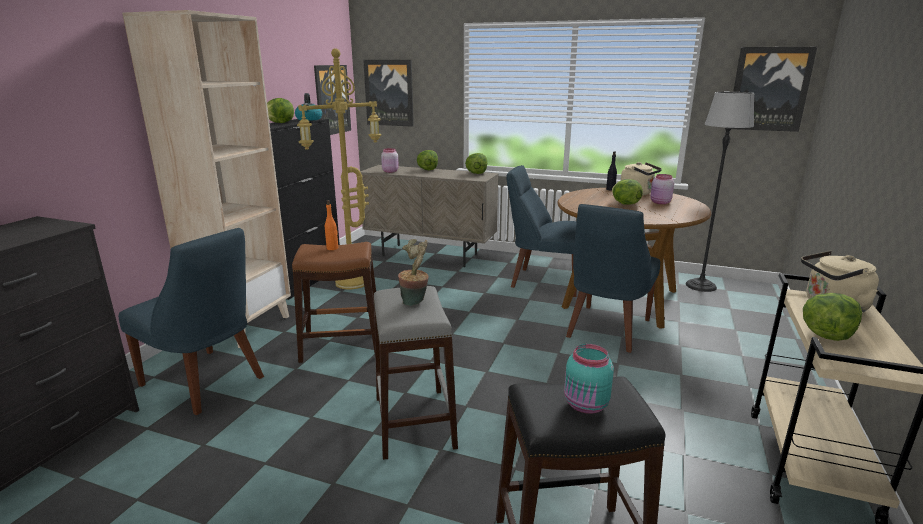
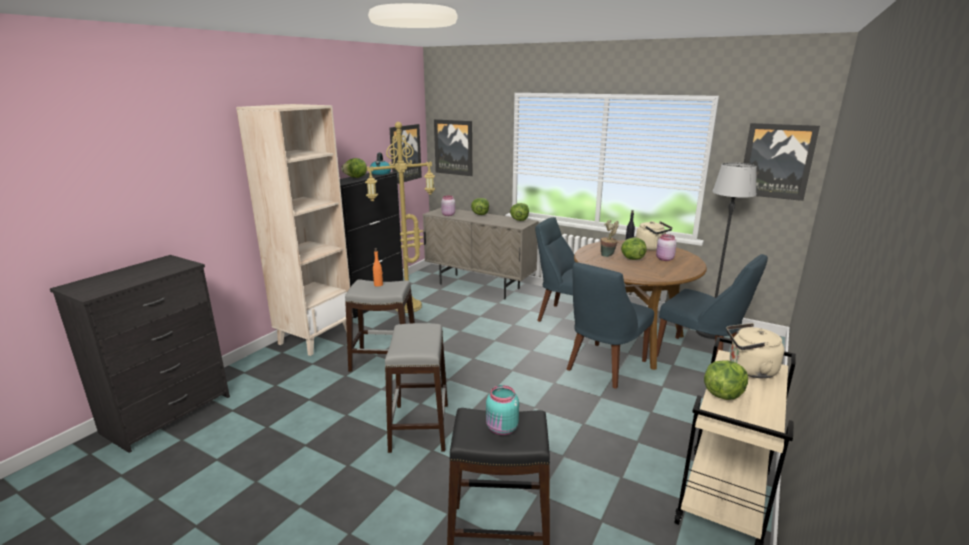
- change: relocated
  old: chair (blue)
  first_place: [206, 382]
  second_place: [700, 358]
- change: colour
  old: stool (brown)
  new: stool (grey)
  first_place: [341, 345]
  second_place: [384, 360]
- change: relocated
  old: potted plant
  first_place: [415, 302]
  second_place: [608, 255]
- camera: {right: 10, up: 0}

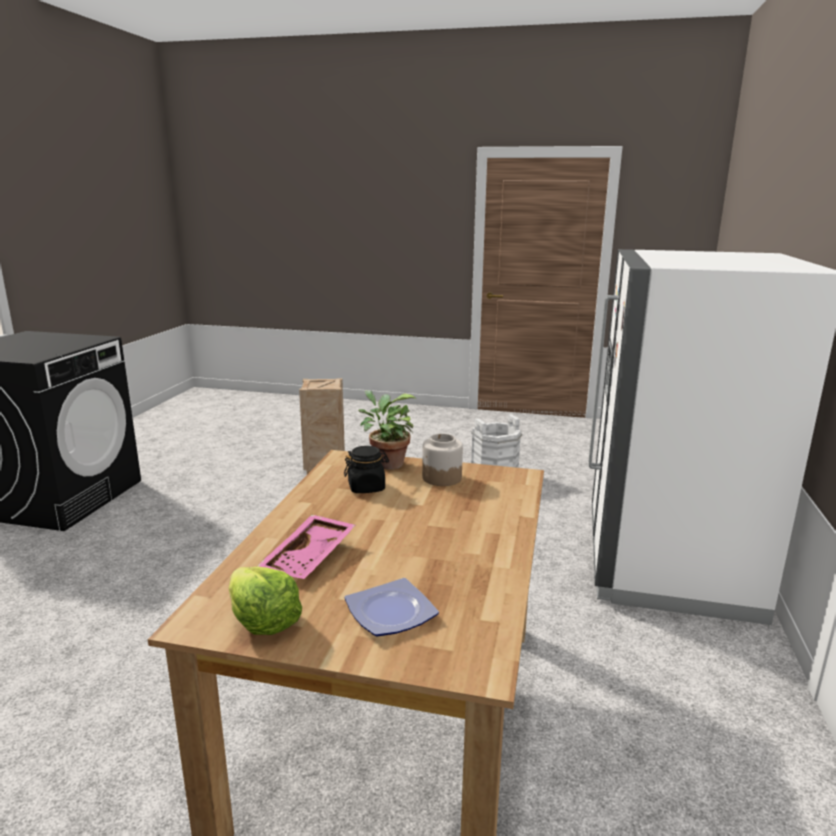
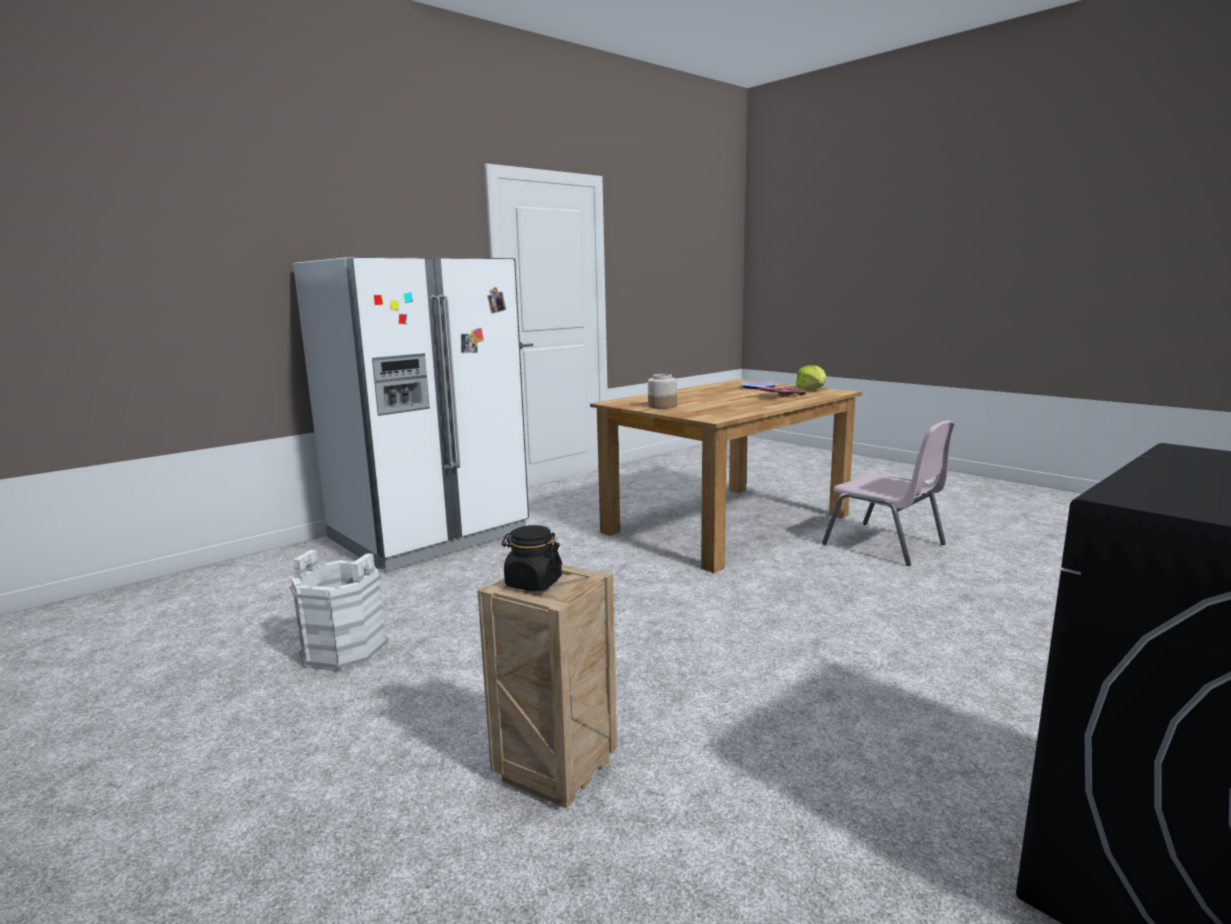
- change: relocated
  old: jar (black)
  first_place: [366, 487]
  second_place: [533, 583]
- change: missing
  old: potted plant
  first_place: [386, 463]
- change: appeared
  new: chair (pink)
  second_place: [885, 544]
- camera: {right: -145, up: -5}

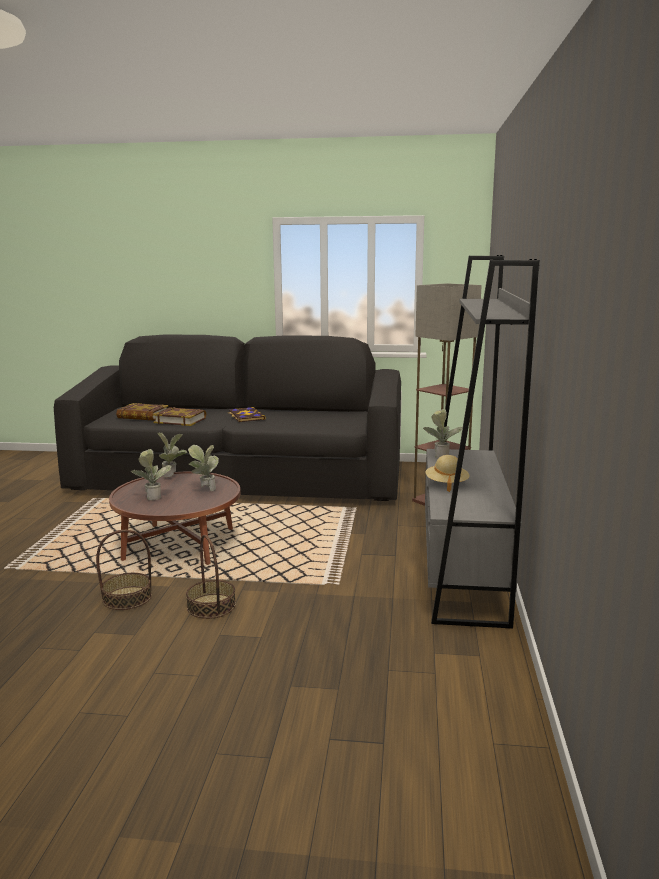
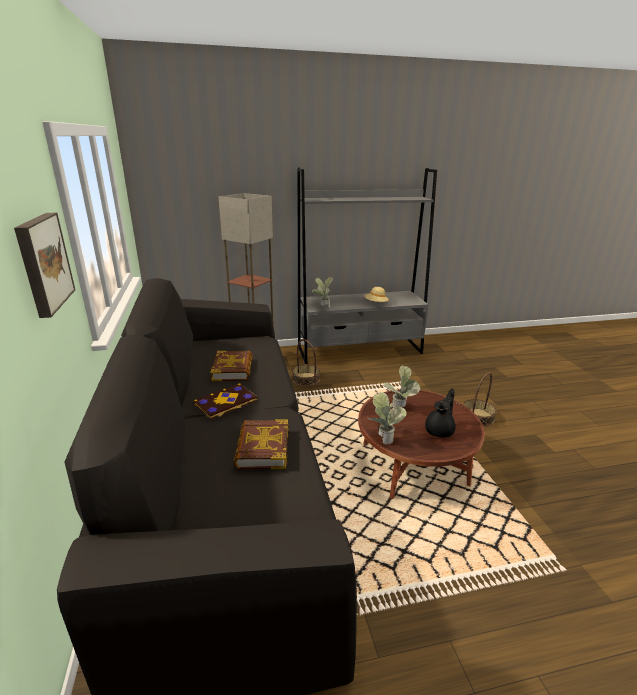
- change: relocated
  old: basket
  first_place: [127, 598]
  second_place: [306, 379]
- change: relocated
  old: book
  first_place: [143, 416]
  second_place: [233, 369]
- change: exchanged
  old: potted plant
  new: teapot (black)
  first_place: [152, 496]
  second_place: [440, 430]
- change: appeared
  new: picture
  second_place: [42, 263]
- camera: {right: -110, up: 10}

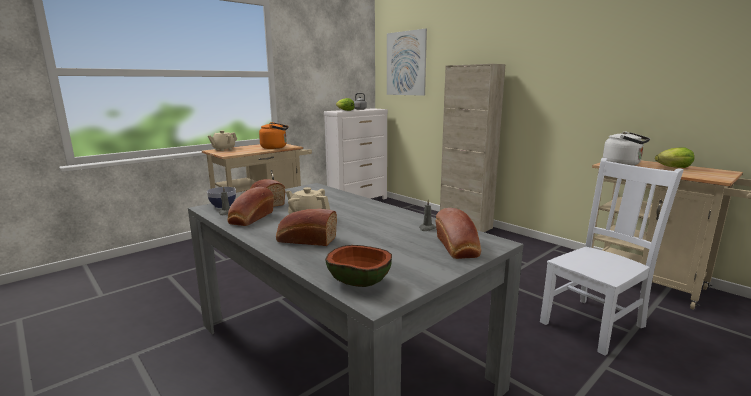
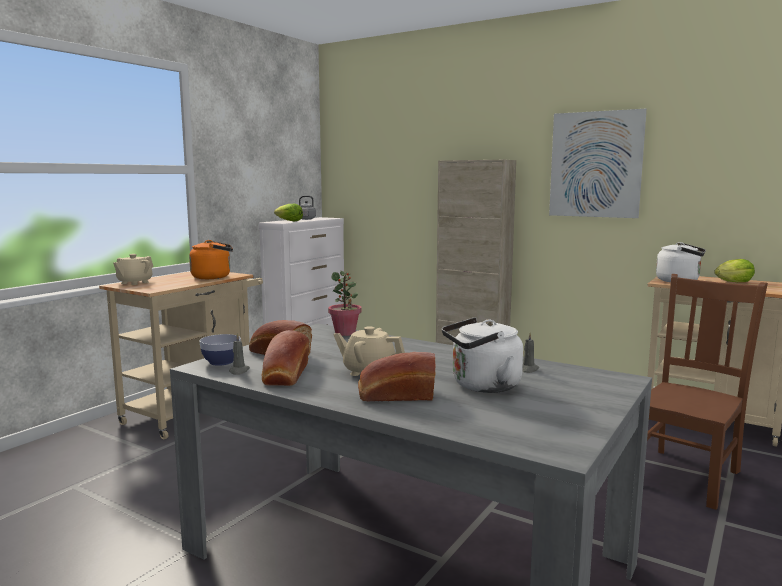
- change: missing
  old: bowl
  first_place: [358, 282]
- change: relocated
  old: picture
  first_place: [406, 63]
  second_place: [595, 164]
- change: missing
  old: bread
  first_place: [457, 248]
- change: colour
  old: chair (white)
  new: chair (brown)
  first_place: [594, 323]
  second_place: [686, 475]
- change: appeared
  new: potted plant
  second_place: [345, 333]
- change: appeared
  new: kettle (white)
  second_place: [482, 386]
- camera: {right: -15, up: -5}

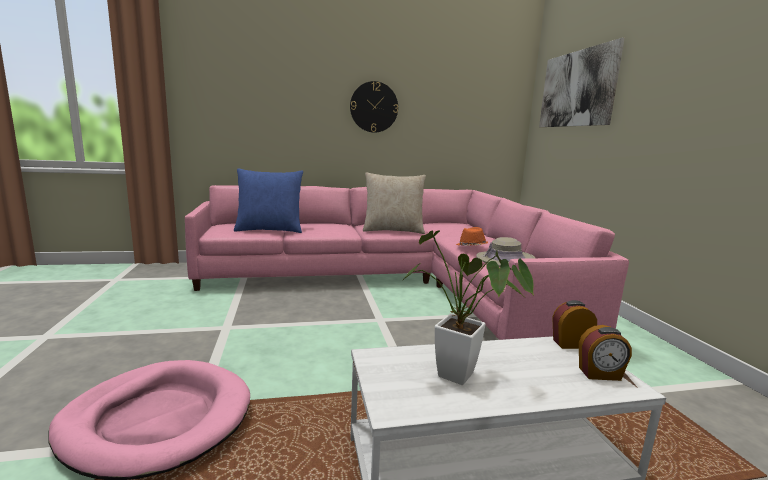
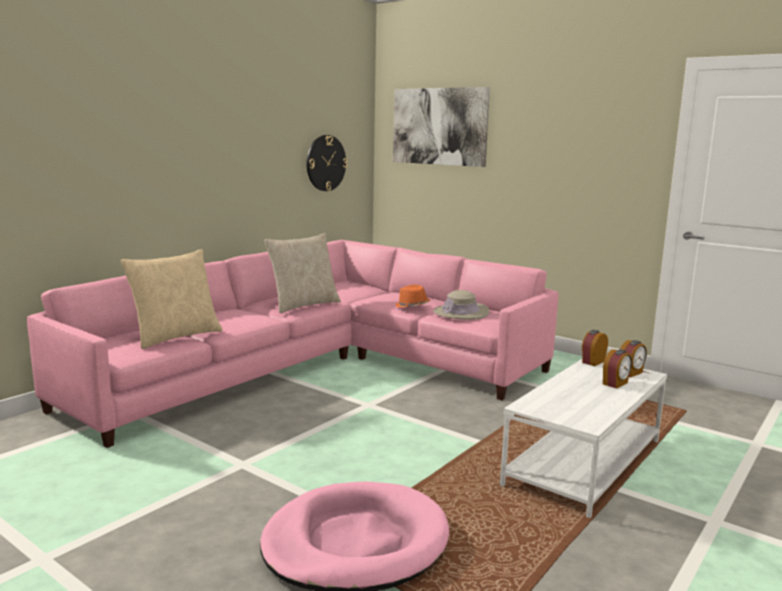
- change: colour
  old: pillow (blue)
  new: pillow (beige)
  first_place: [269, 230]
  second_place: [175, 336]
- change: relocated
  old: wall clock
  first_place: [374, 107]
  second_place: [325, 163]
- change: missing
  old: potted plant
  first_place: [463, 378]
- change: appeared
  new: alarm clock
  second_place: [615, 384]
- camera: {right: -40, up: 0}

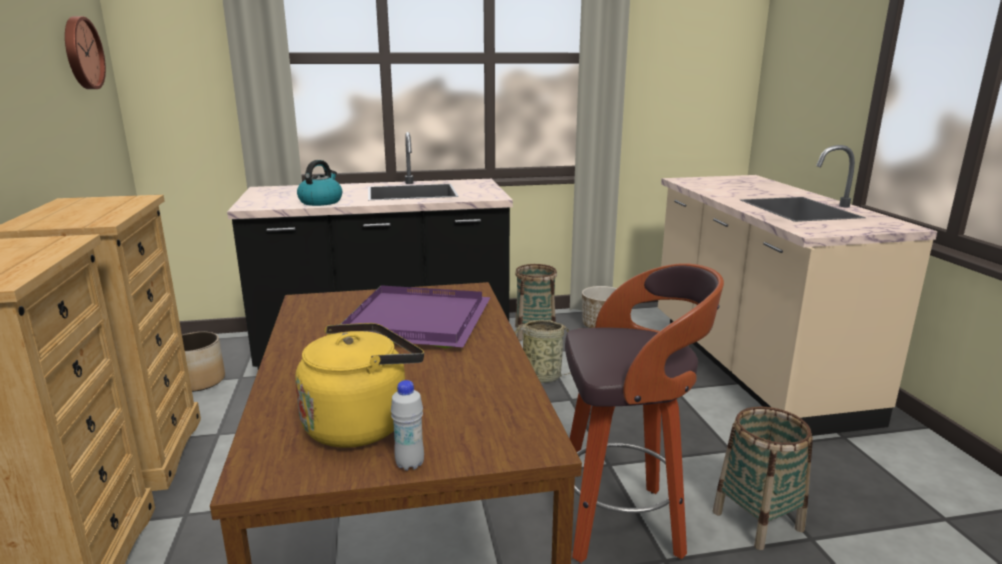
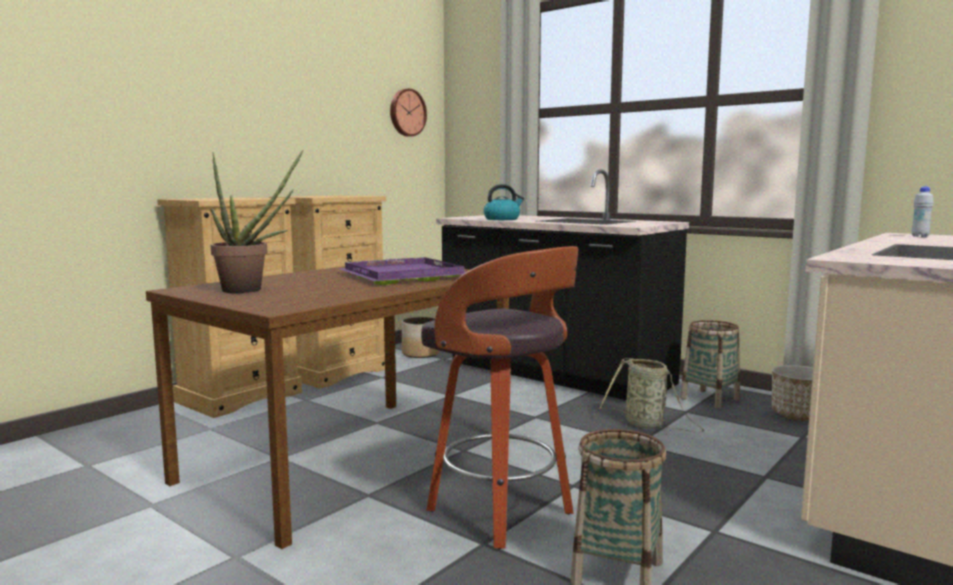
- change: exchanged
  old: kettle (yellow)
  new: potted plant
  first_place: [361, 423]
  second_place: [251, 290]
- change: relocated
  old: bottle (white)
  first_place: [409, 464]
  second_place: [920, 236]
- camera: {right: 50, up: -10}

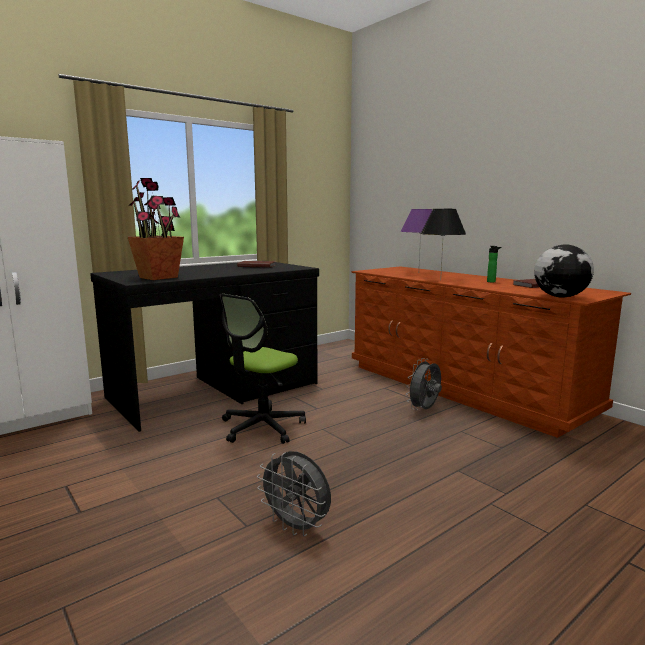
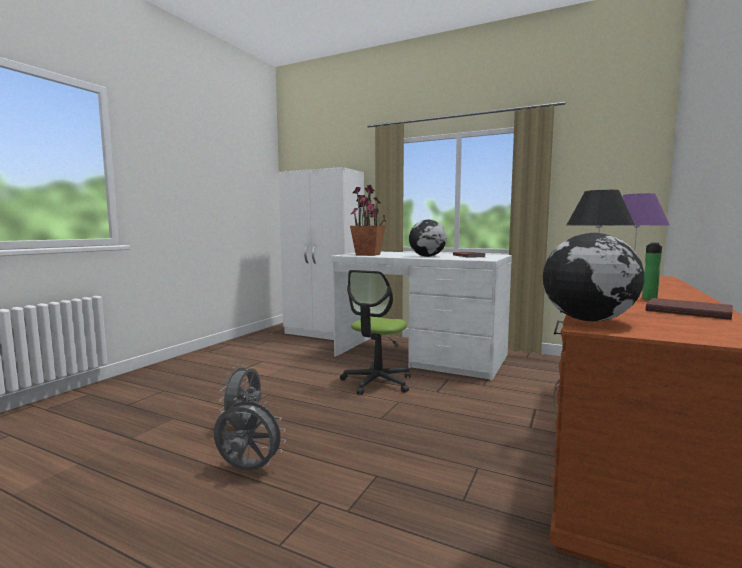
- change: colour
  old: desk (black)
  new: desk (white)
  first_place: [216, 391]
  second_place: [421, 356]
- change: spun
  old: office chair
  first_place: [262, 427]
  second_place: [377, 382]
  degrees: -75
- change: relocated
  old: fan (grey)
  first_place: [424, 410]
  second_place: [248, 470]
- change: appeared
  new: globe
  second_place: [427, 256]
- camera: {right: 65, up: -5}

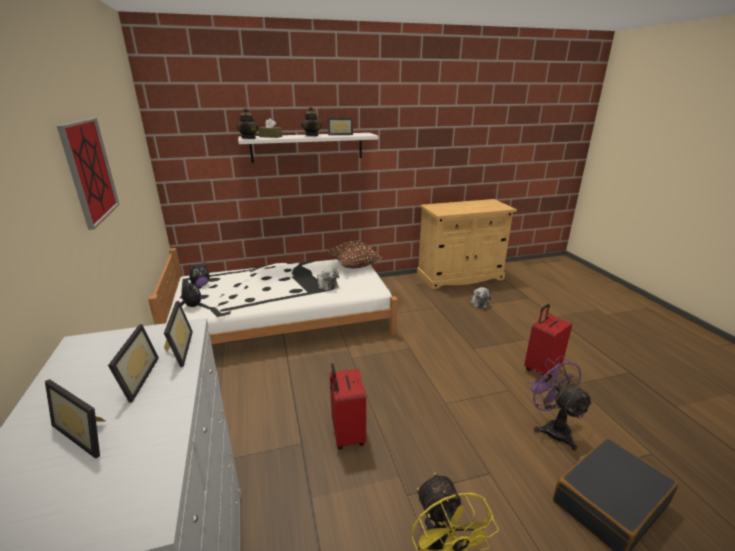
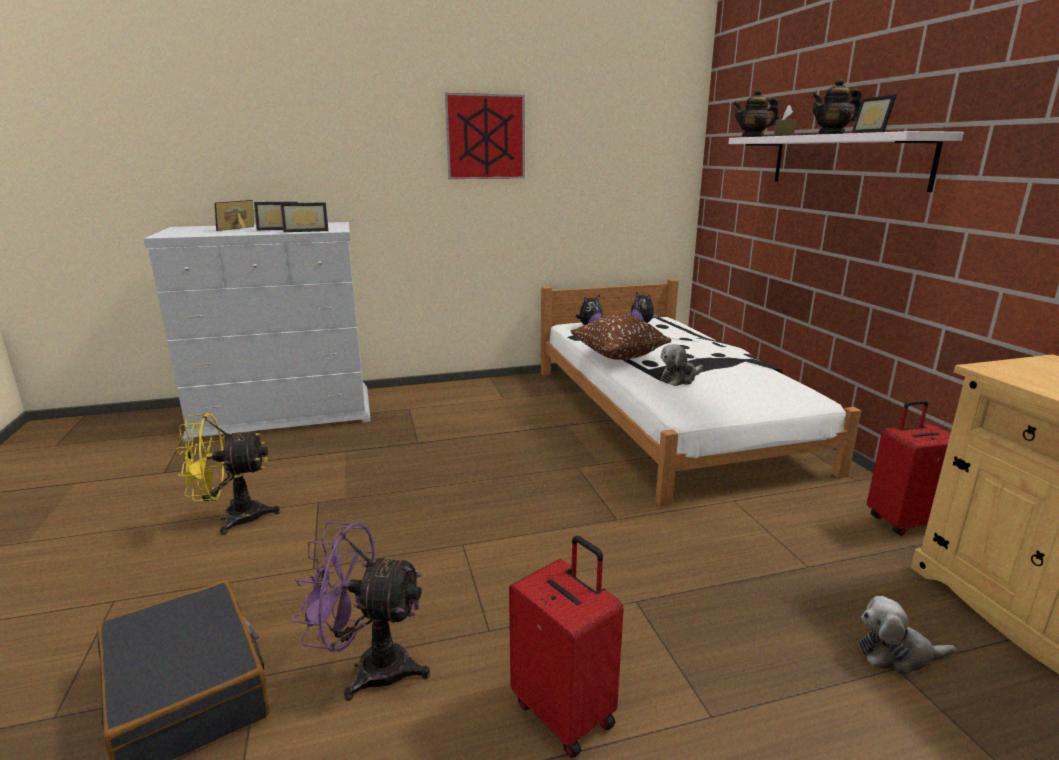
- change: relocated
  old: pillow (brown)
  first_place: [354, 265]
  second_place: [618, 355]
- change: relocated
  old: suitcase (red)
  first_place: [347, 435]
  second_place: [903, 522]
- change: spun
  old: fan (purple)
  first_place: [552, 428]
  second_place: [370, 668]
  degrees: -150
- camera: {right: 90, up: -5}

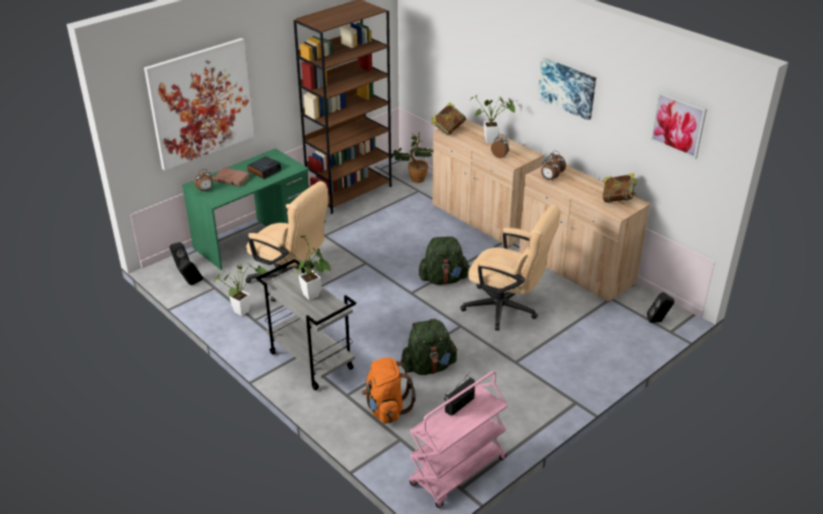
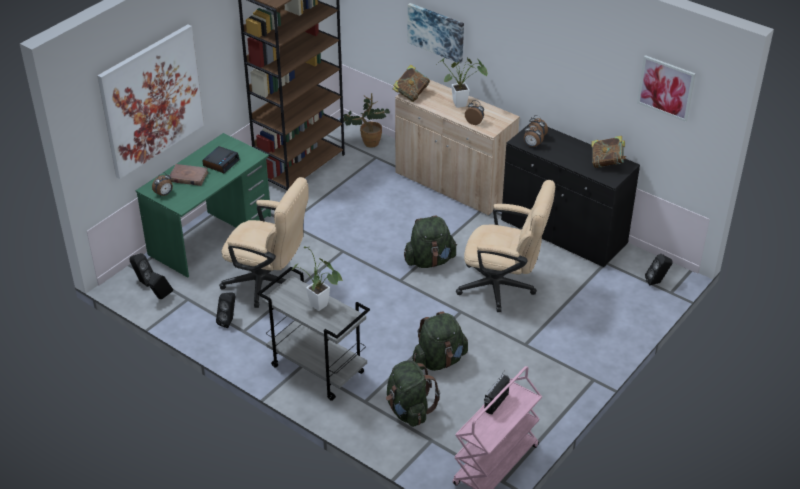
- change: exchanged
  old: potted plant
  new: speaker (black)
  first_place: [244, 310]
  second_place: [229, 321]
- change: colour
  old: backpack (orange)
  new: backpack (green)
  first_place: [386, 409]
  second_place: [409, 410]
- change: colour
  old: cabinet (beige)
  new: cabinet (black)
  first_place: [575, 269]
  second_place: [563, 233]
- change: relocated
  old: picture
  first_place: [567, 87]
  second_place: [436, 32]
- camera: {right: -10, up: 5}

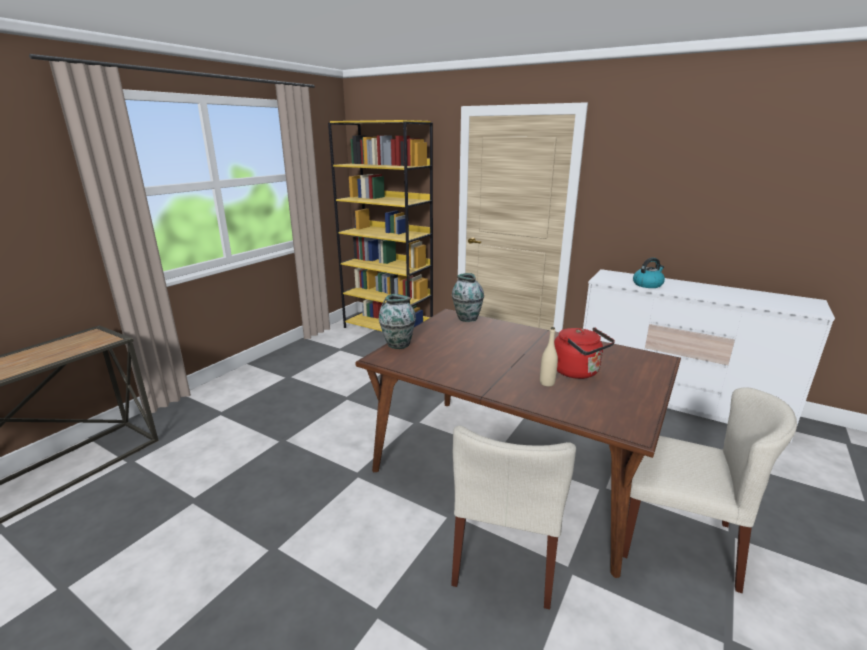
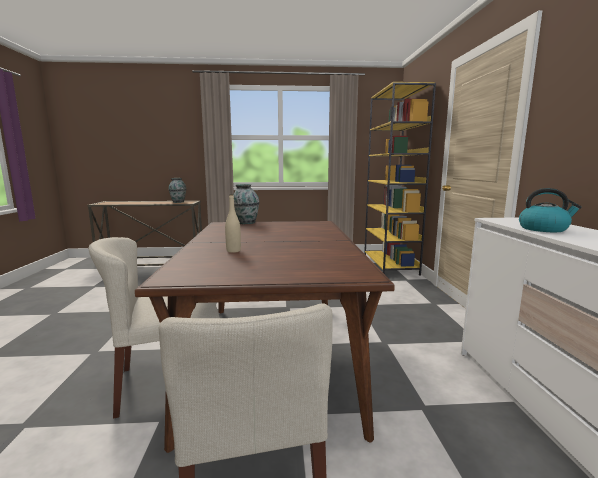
- change: relocated
  old: vase
  first_place: [467, 318]
  second_place: [178, 202]
- change: missing
  old: kettle (red)
  first_place: [578, 372]
- camera: {right: 55, up: -10}

